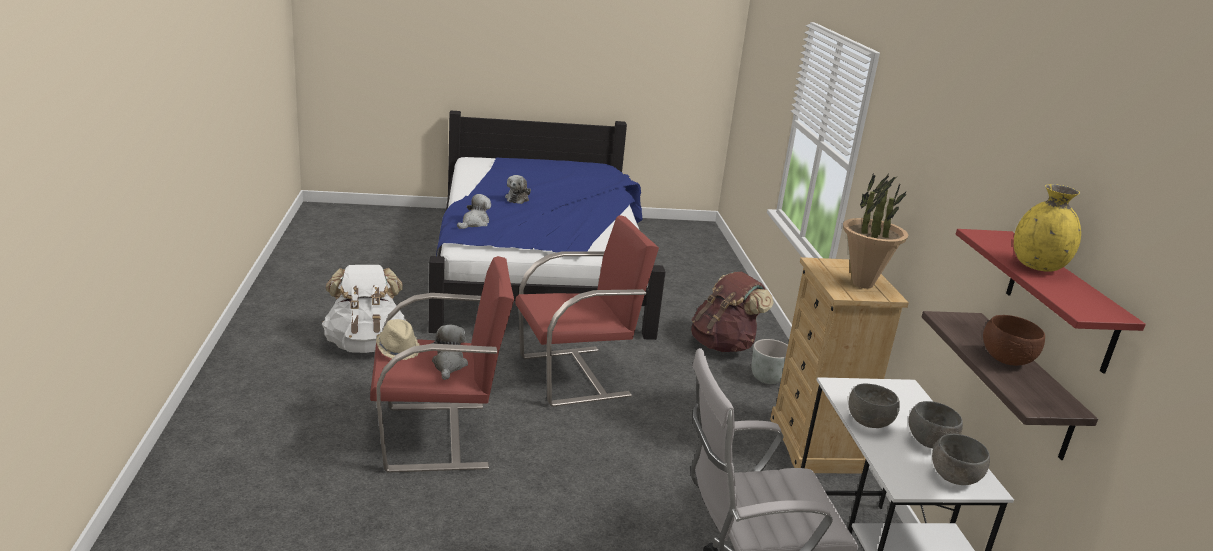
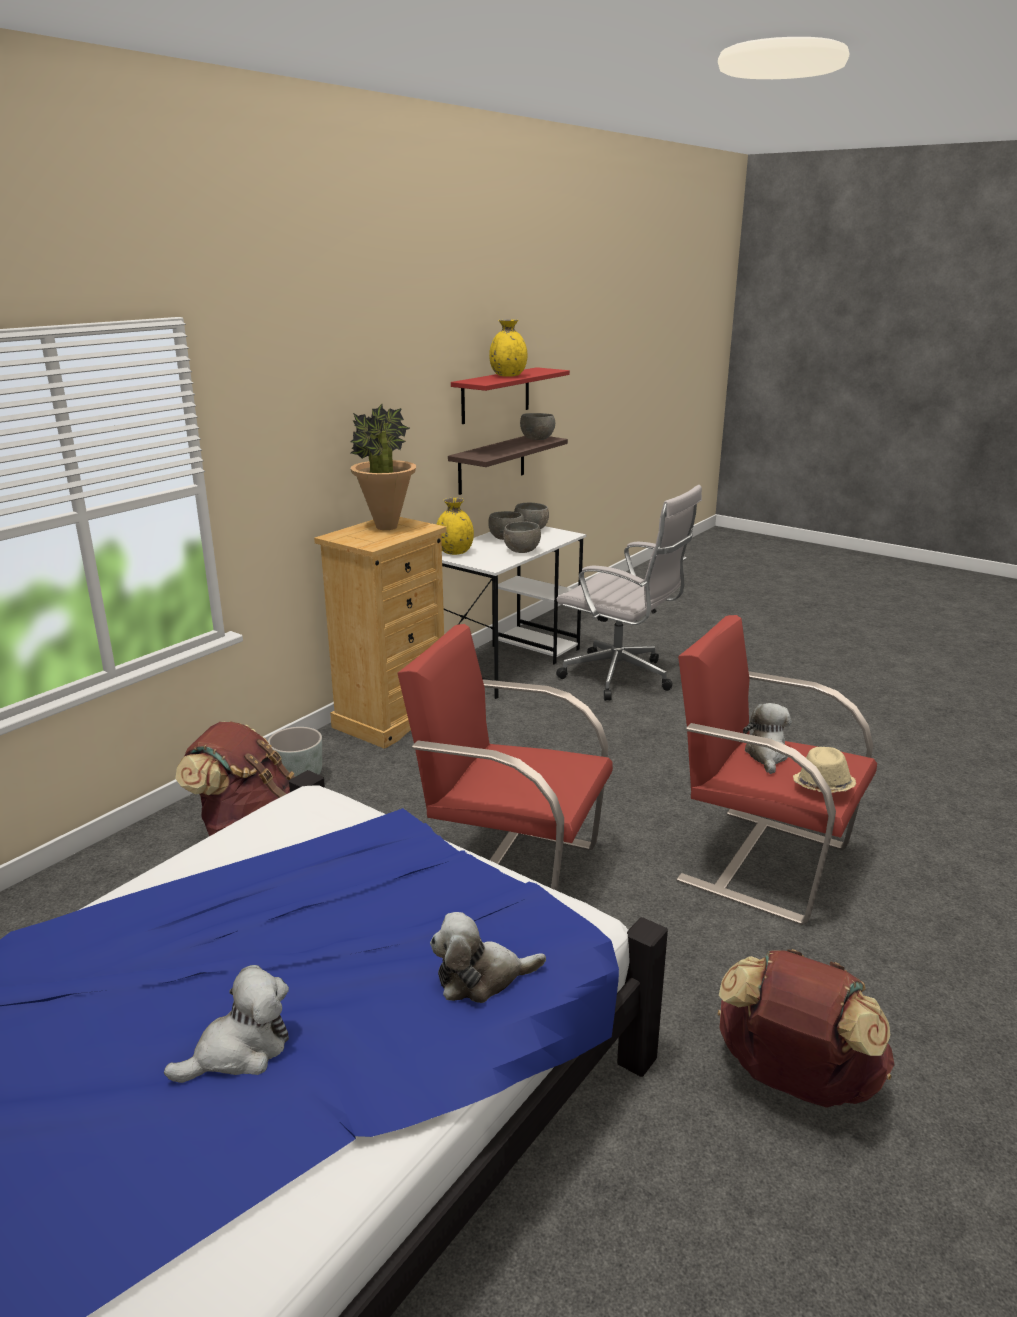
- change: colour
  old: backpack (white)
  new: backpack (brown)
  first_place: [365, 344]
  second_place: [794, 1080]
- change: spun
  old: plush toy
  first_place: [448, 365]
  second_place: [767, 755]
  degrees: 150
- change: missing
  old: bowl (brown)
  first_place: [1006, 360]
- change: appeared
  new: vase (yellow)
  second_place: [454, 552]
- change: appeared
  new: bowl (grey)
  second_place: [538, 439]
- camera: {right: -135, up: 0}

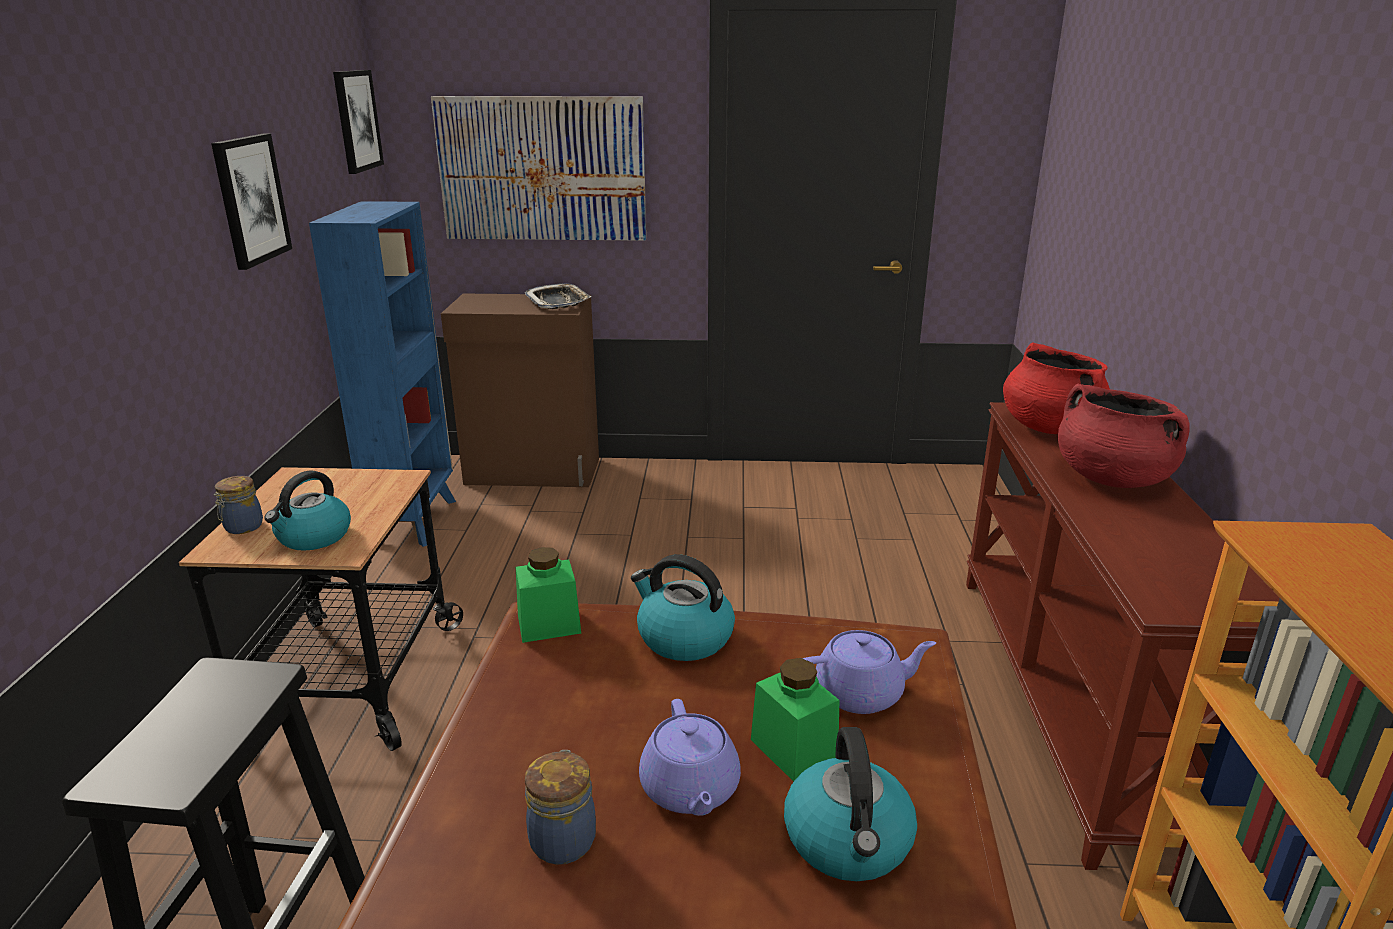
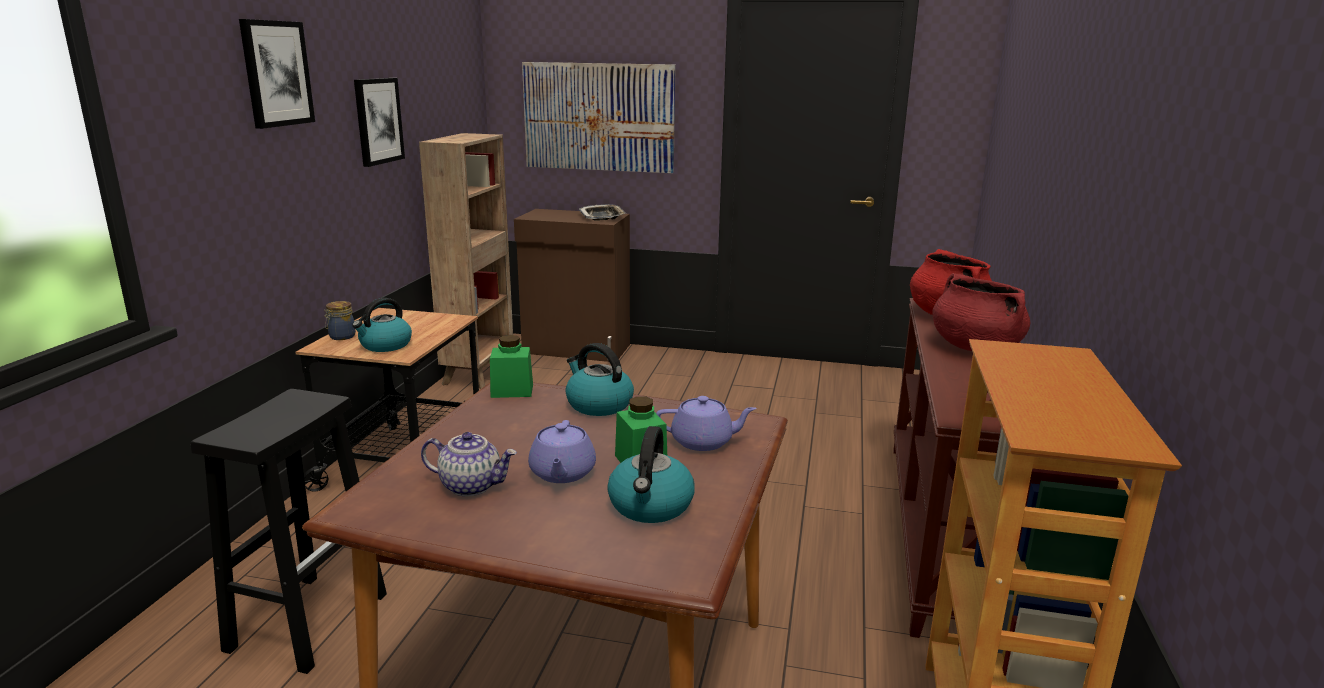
- change: colour
  old: bookcase (blue)
  new: bookcase (brown)
  first_place: [414, 520]
  second_place: [479, 372]
- change: relocated
  old: picture
  first_place: [356, 120]
  second_place: [276, 73]
- change: exchanged
  old: jar
  new: teapot
  first_place: [563, 838]
  second_place: [471, 485]
- camera: {right: 10, up: -5}

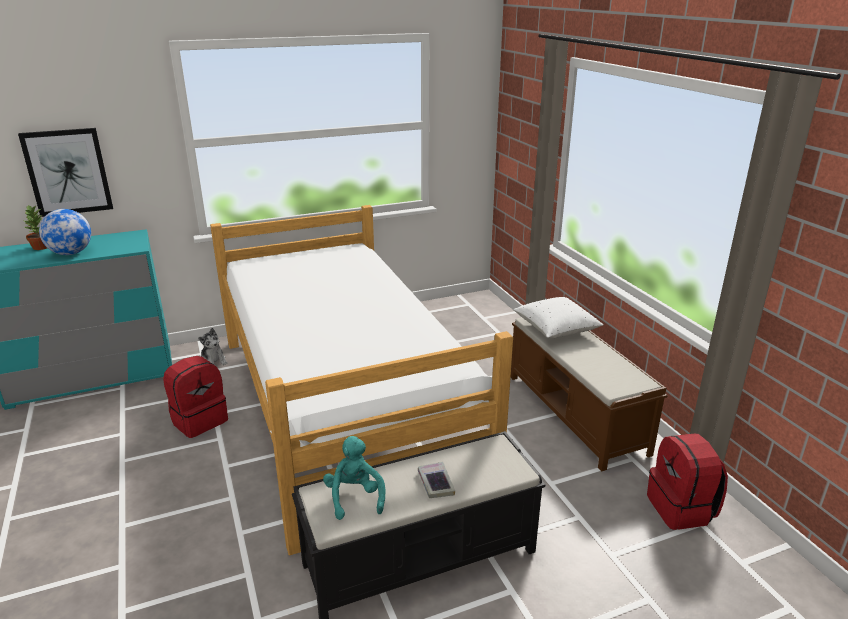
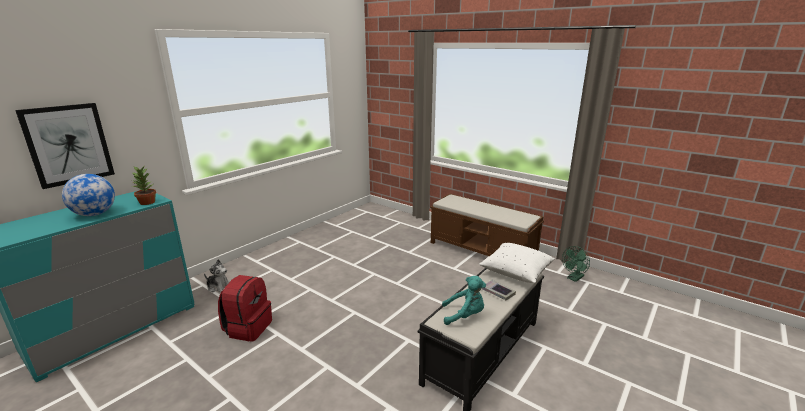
- change: relocated
  old: potted plant
  first_place: [41, 247]
  second_place: [147, 202]
- change: missing
  old: bed
  first_place: [343, 406]
- change: spun
  old: plush toy (turquoise)
  first_place: [355, 497]
  second_place: [464, 315]
  degrees: 135
- change: relocated
  old: pillow (white)
  first_place: [556, 329]
  second_place: [516, 272]
- change: exchanged
  old: backpack (red)
  new: fan (green)
  first_place: [681, 509]
  second_place: [574, 278]
- camera: {right: -30, up: -5}

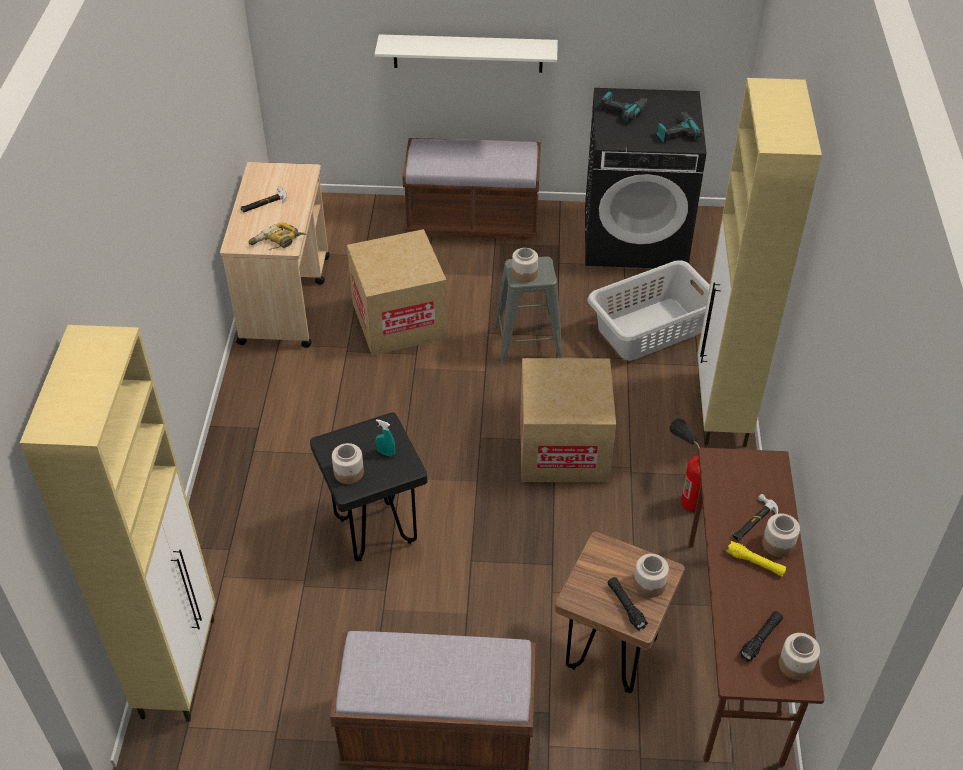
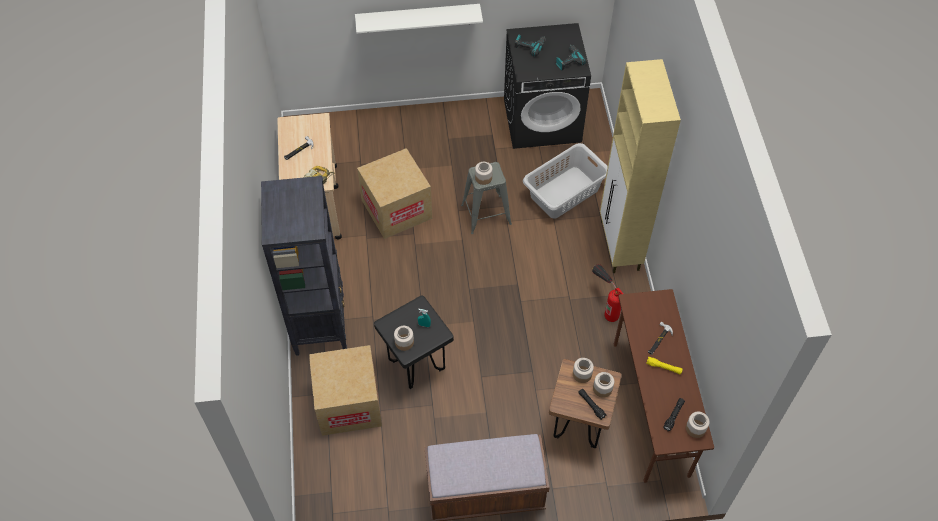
- change: missing
  old: cabinet (beige)
  first_place: [179, 666]
- change: missing
  old: bench (brown)
  first_place: [473, 220]
- change: relocated
  old: cardboard box
  first_place: [563, 448]
  second_place: [348, 403]
- change: relocated
  old: jar
  first_place: [777, 544]
  second_place: [582, 374]
- change: appeared
  new: bookcase (black)
  second_place: [320, 324]
- camera: {right: -10, up: 10}

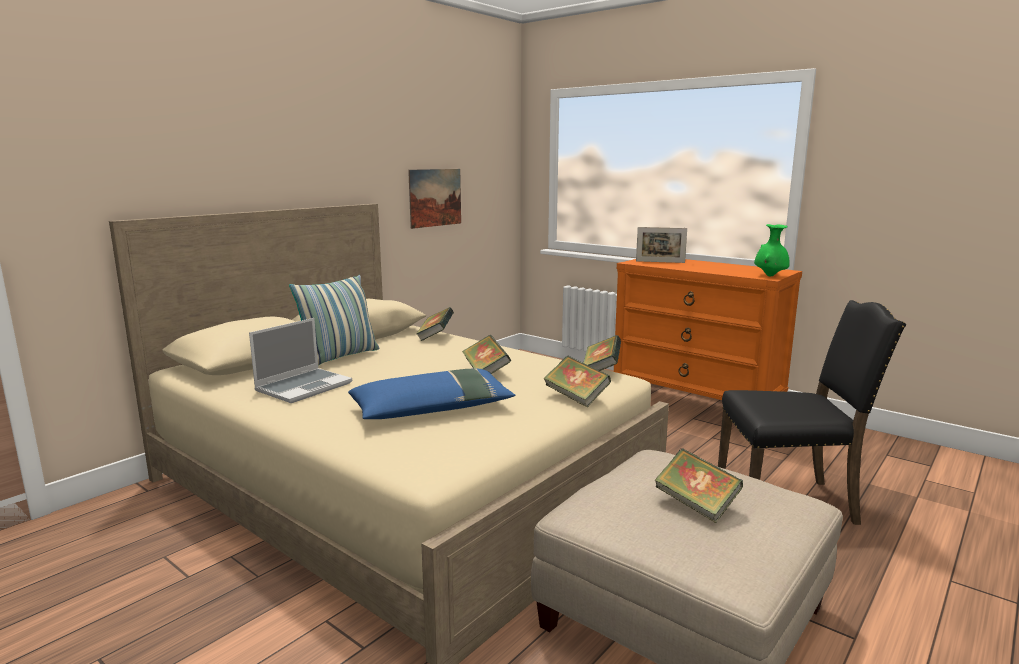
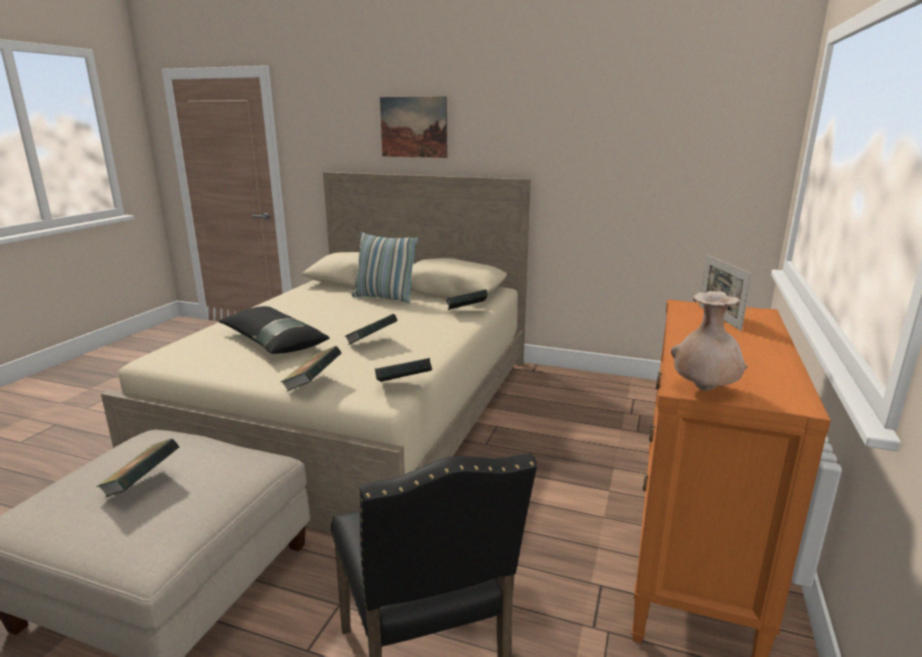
- change: missing
  old: laptop
  first_place: [304, 386]
- change: colour
  old: pillow (blue)
  new: pillow (black)
  first_place: [432, 409]
  second_place: [272, 341]
- change: relocated
  old: picture
  first_place: [435, 197]
  second_place: [413, 127]
- change: colour
  old: vase (green)
  new: vase (beige)
  first_place: [770, 276]
  second_place: [704, 389]
- camera: {right: 70, up: 5}

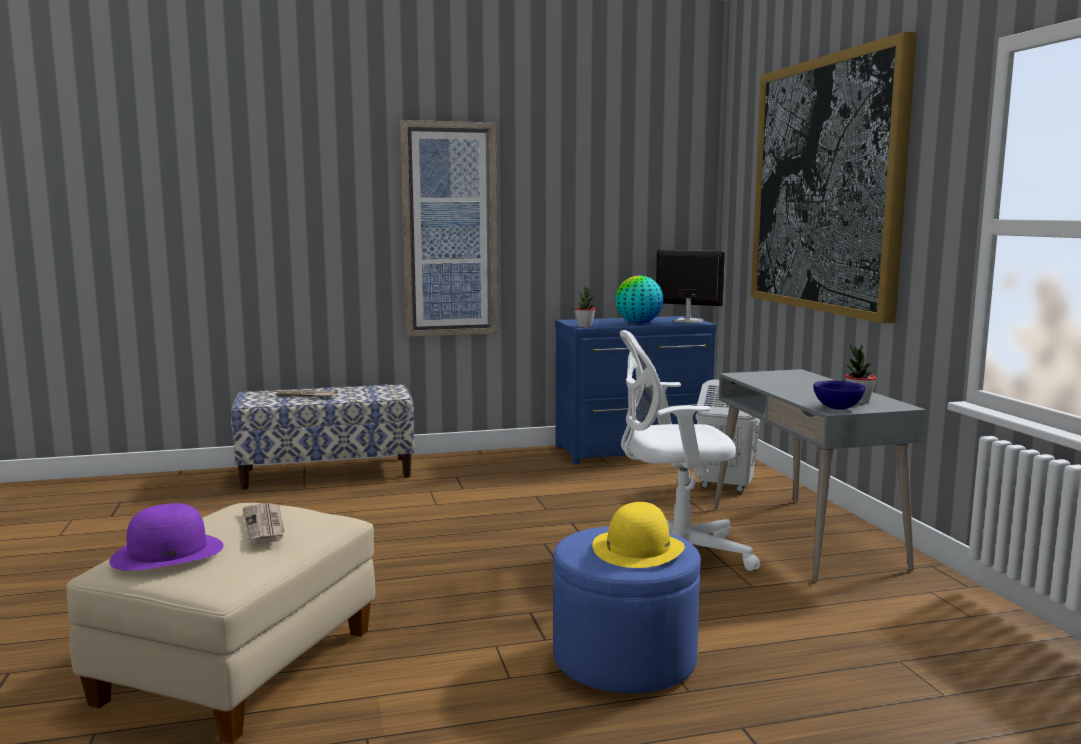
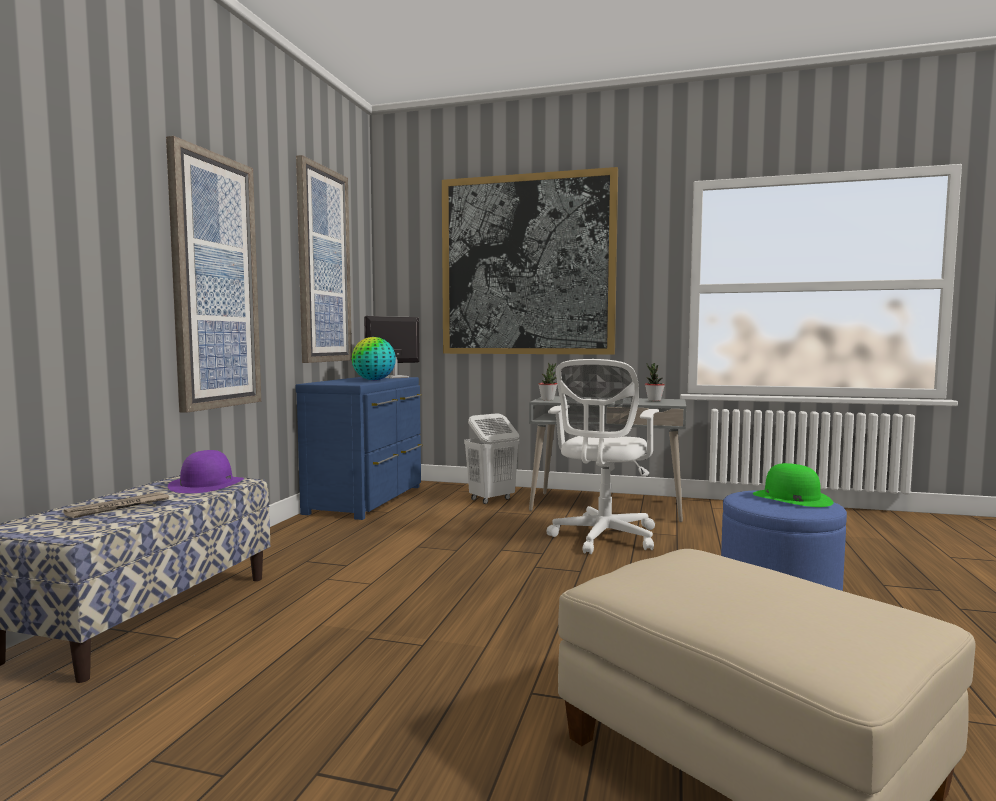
- change: relocated
  old: hat (purple)
  first_place: [168, 552]
  second_place: [206, 484]
- change: missing
  old: newspaper
  first_place: [265, 525]
- change: relocated
  old: potted plant
  first_place: [585, 326]
  second_place: [547, 399]
- change: colour
  old: hat (yellow)
  new: hat (green)
  first_place: [638, 548]
  second_place: [791, 498]
- change: missing
  old: bowl (blue)
  first_place: [836, 408]
- change: appeared
  new: picture
  second_place: [323, 266]
- camera: {right: -60, up: -5}

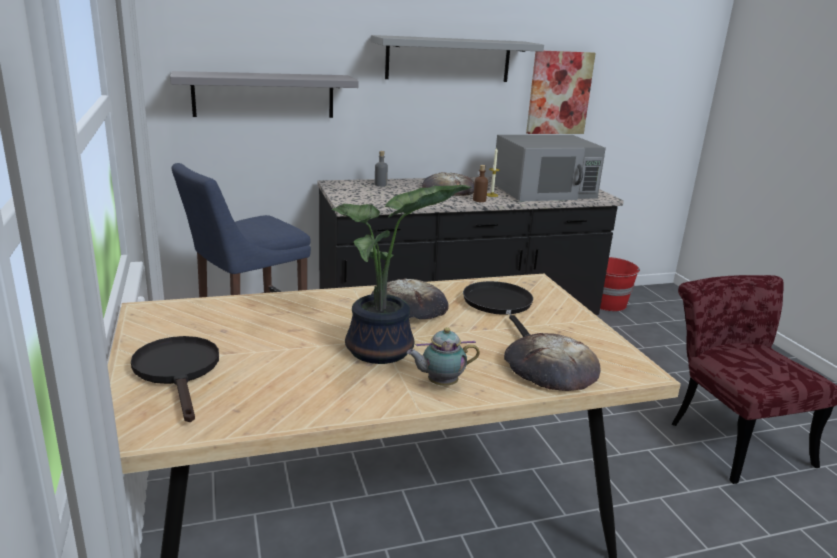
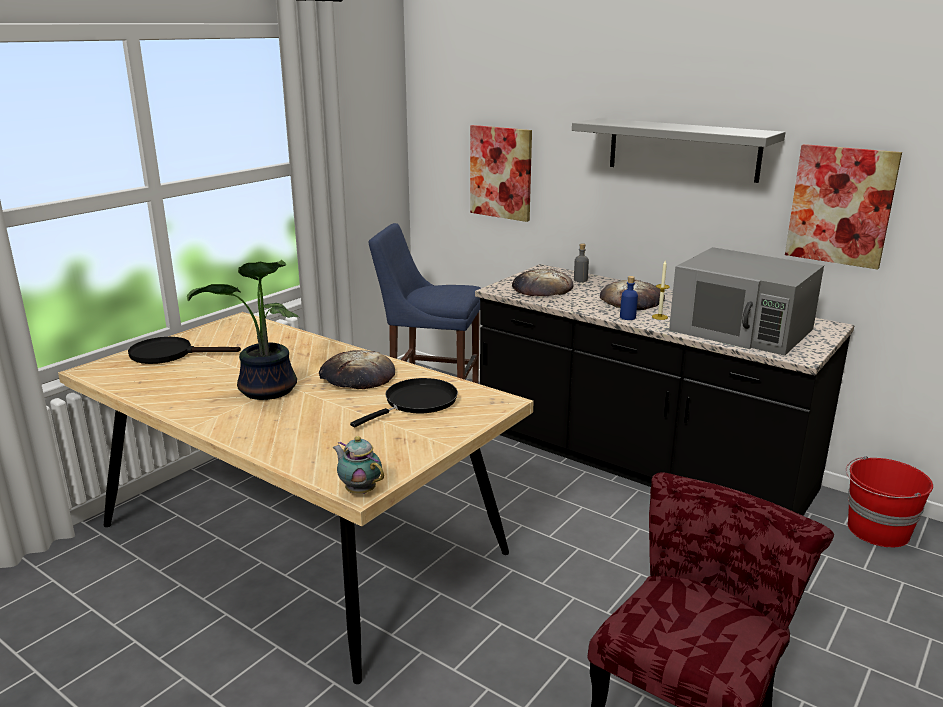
- change: spun
  old: frying pan (black)
  first_place: [178, 371]
  second_place: [170, 354]
  degrees: -120
- change: exchanged
  old: shelf (grey)
  new: picture
  first_place: [264, 95]
  second_place: [501, 172]
- change: relocated
  old: teapot
  first_place: [440, 383]
  second_place: [359, 490]
- change: colour
  old: bottle (brown)
  new: bottle (blue)
  first_place: [479, 200]
  second_place: [627, 317]
- change: relocated
  old: bread
  first_place: [550, 368]
  second_place: [542, 288]
- camera: {right: 55, up: 0}

